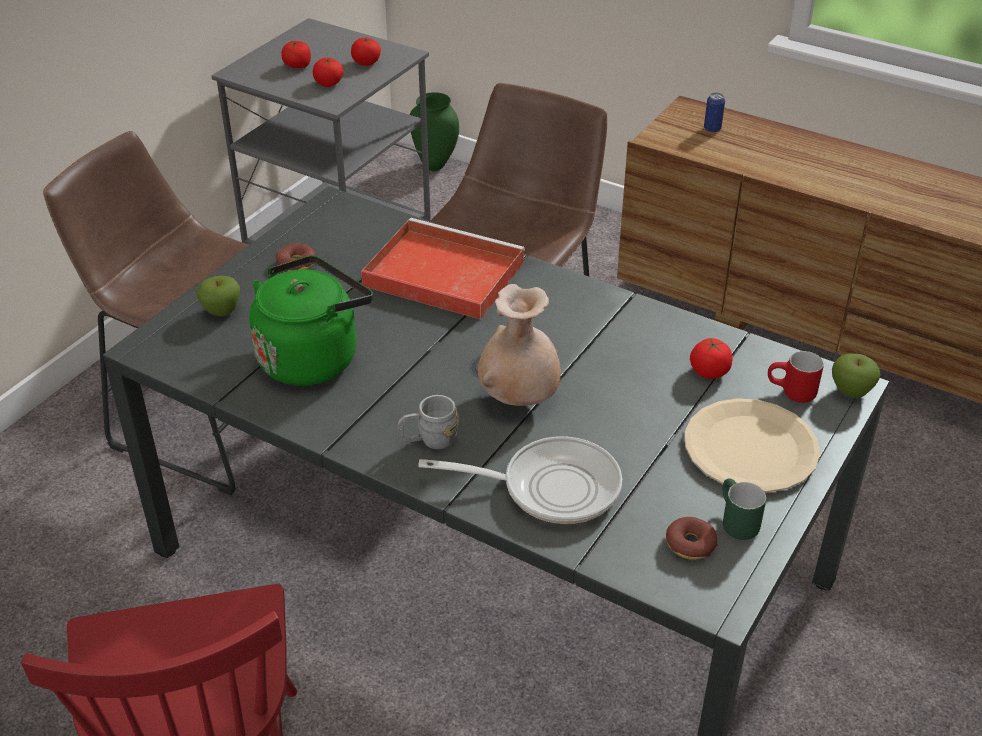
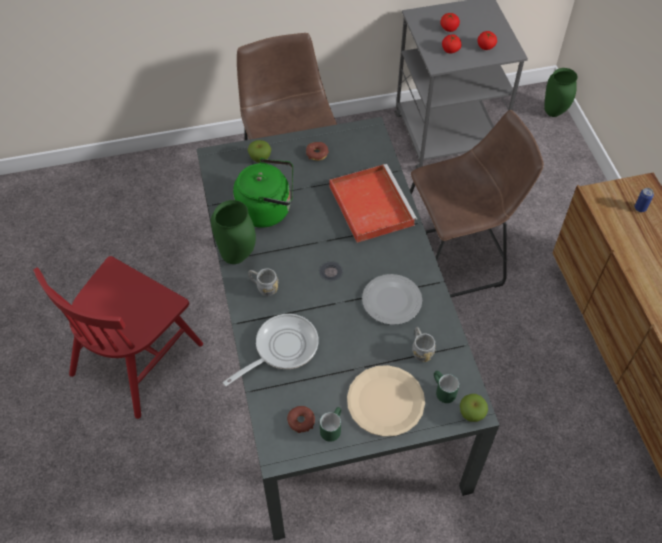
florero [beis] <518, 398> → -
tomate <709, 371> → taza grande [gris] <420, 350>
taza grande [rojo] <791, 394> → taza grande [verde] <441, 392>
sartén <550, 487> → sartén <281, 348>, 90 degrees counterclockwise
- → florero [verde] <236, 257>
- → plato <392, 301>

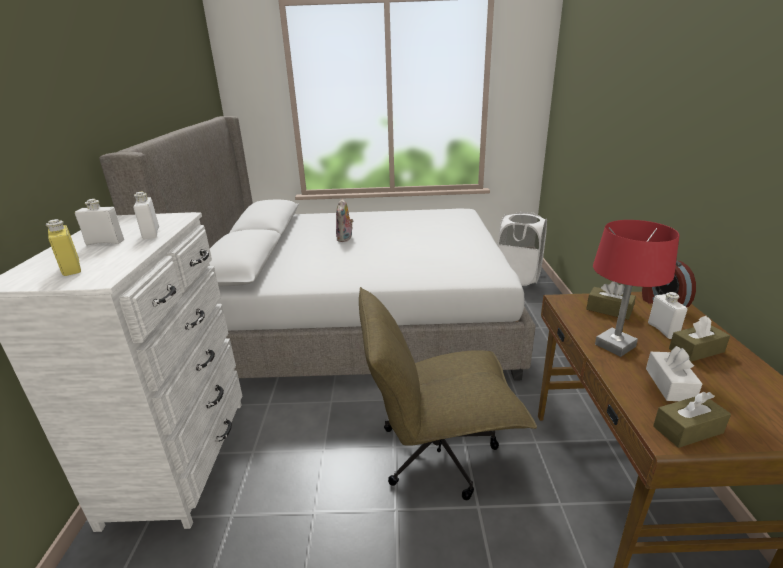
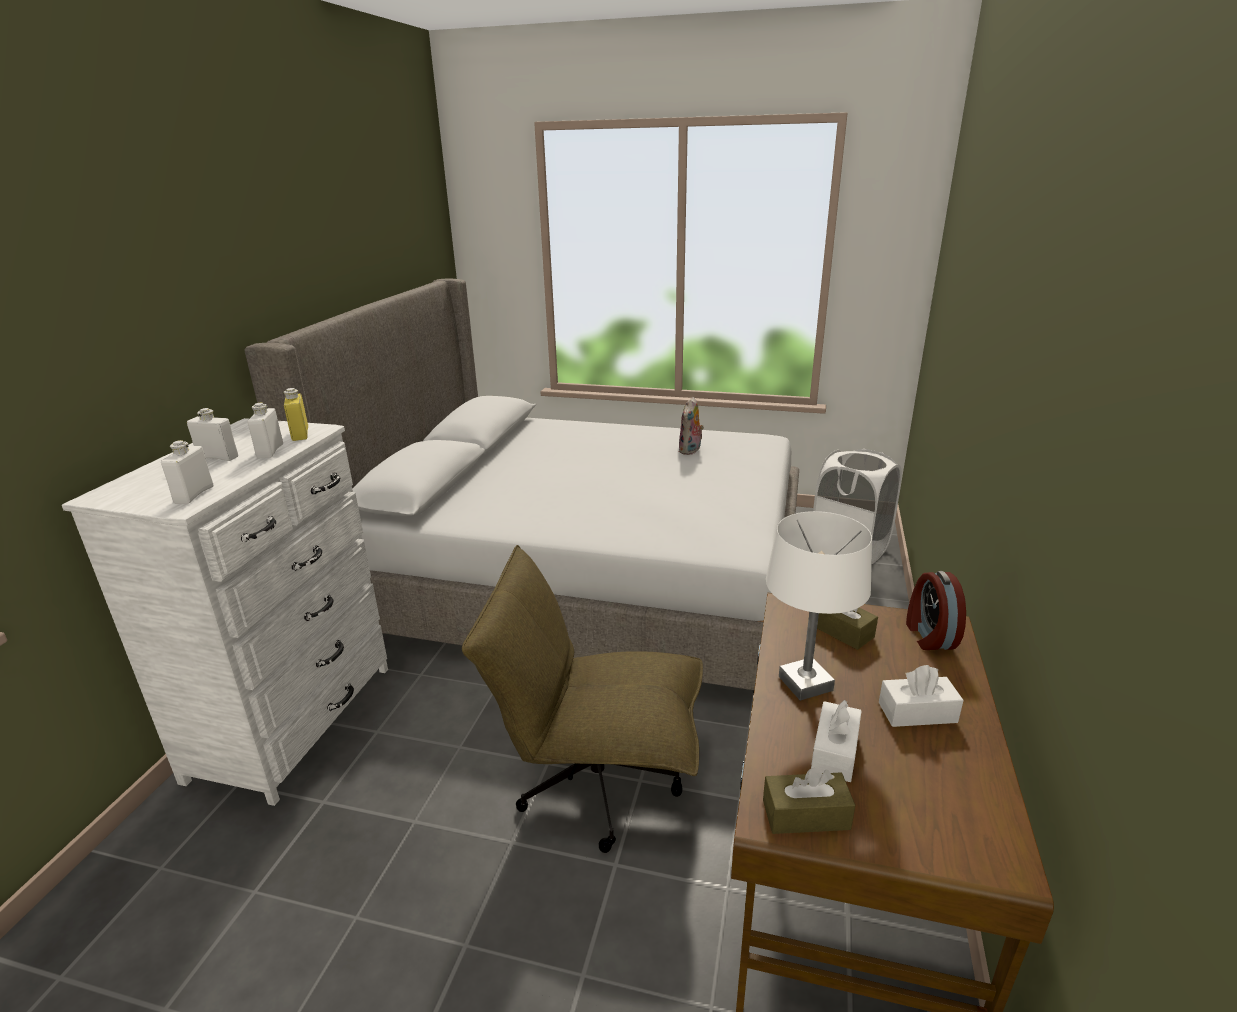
peluche <345, 239> → peluche <690, 451>, shifted
botella [amarillo] <71, 268> → botella [amarillo] <300, 434>, shifted
lámpara de mesa [rojo] <615, 345> → lámpara de mesa [blanco] <806, 683>
botella [blanco] <662, 330> → botella [blanco] <194, 495>, shifted
caja de pañuelos [marrón] <696, 350> → caja de pañuelos [blanco] <917, 712>

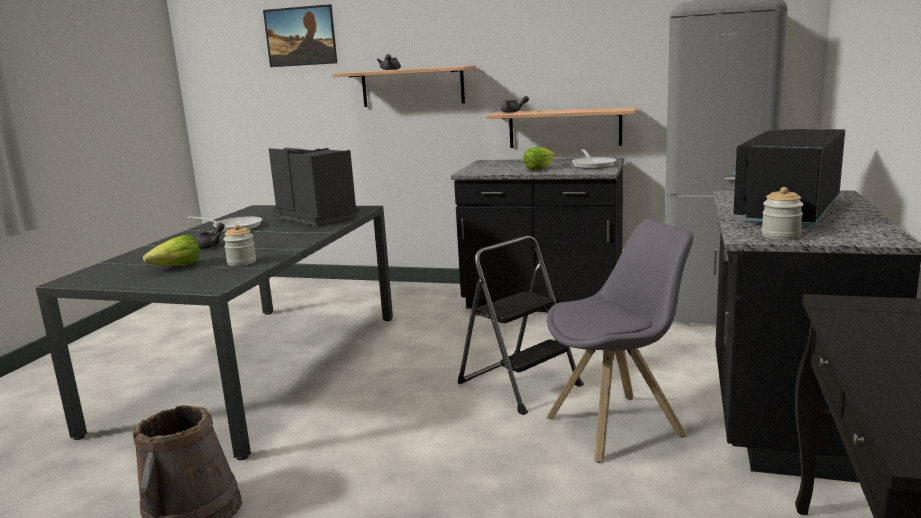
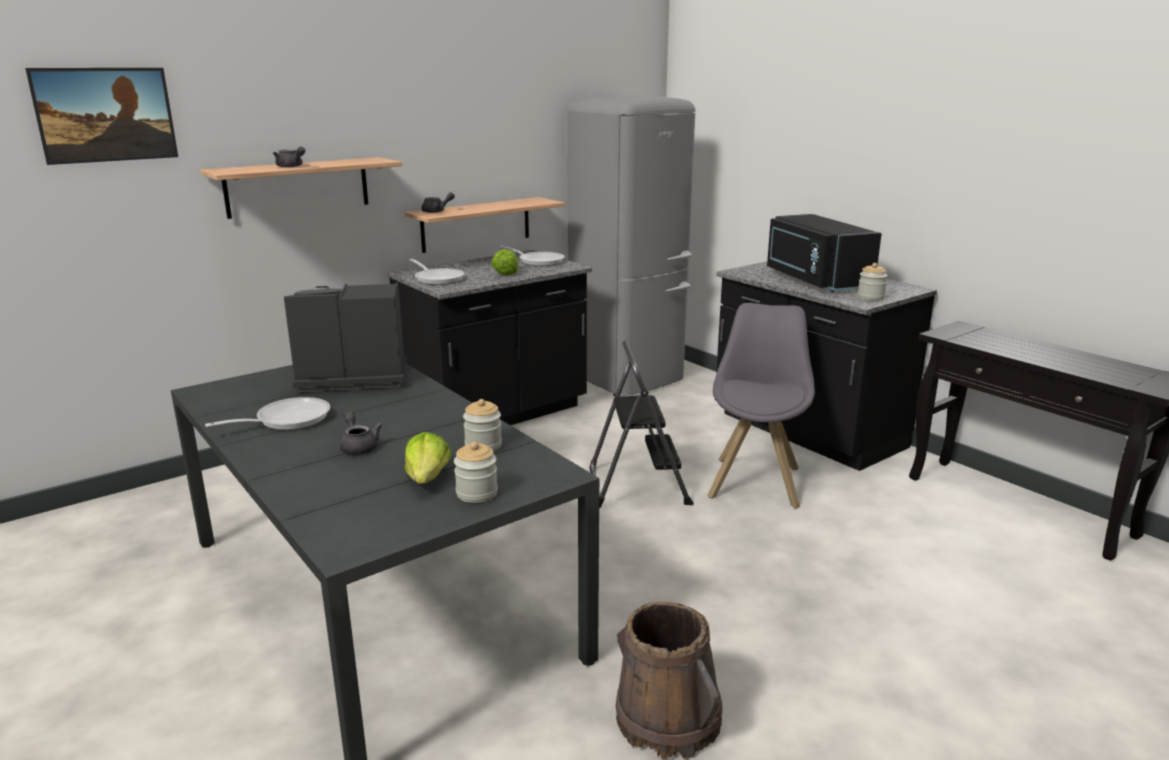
- → sartén <437, 279>
- → tarro <476, 493>

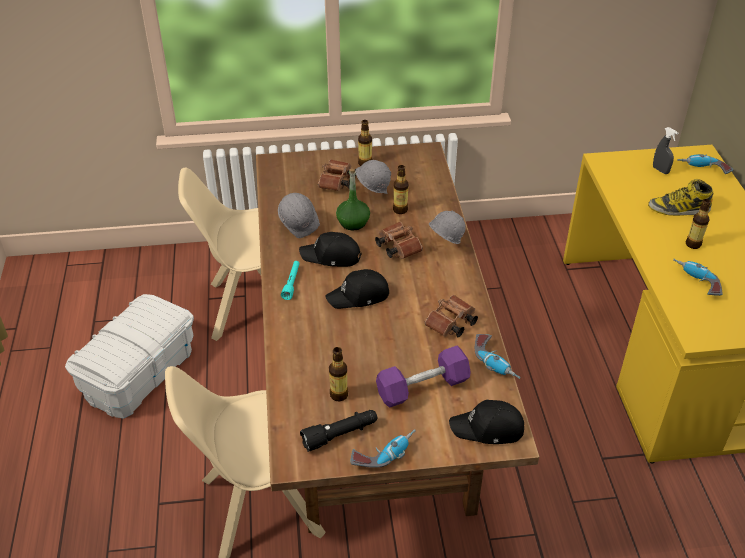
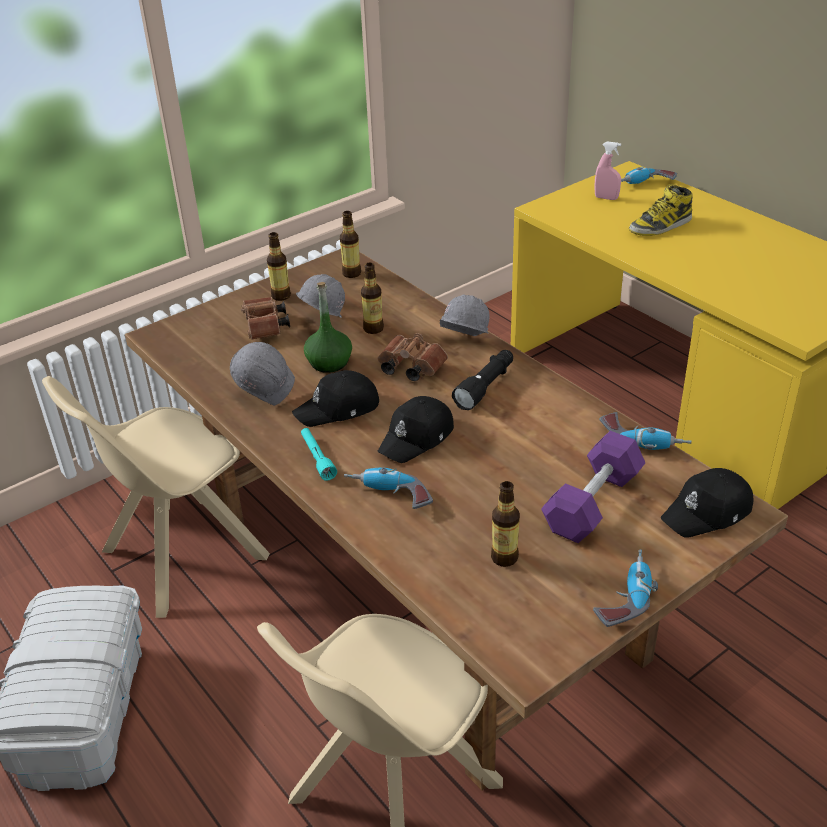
pulverizador [gris] <660, 170> → pulverizador [rosa] <606, 198>
botella <693, 244> → botella <351, 273>, shifted
taladro <695, 282> → taladro <388, 496>, shifted
prismáticos [marrón] <450, 325> → -
linterna [negro] <340, 434> → linterna [negro] <486, 386>, shifted

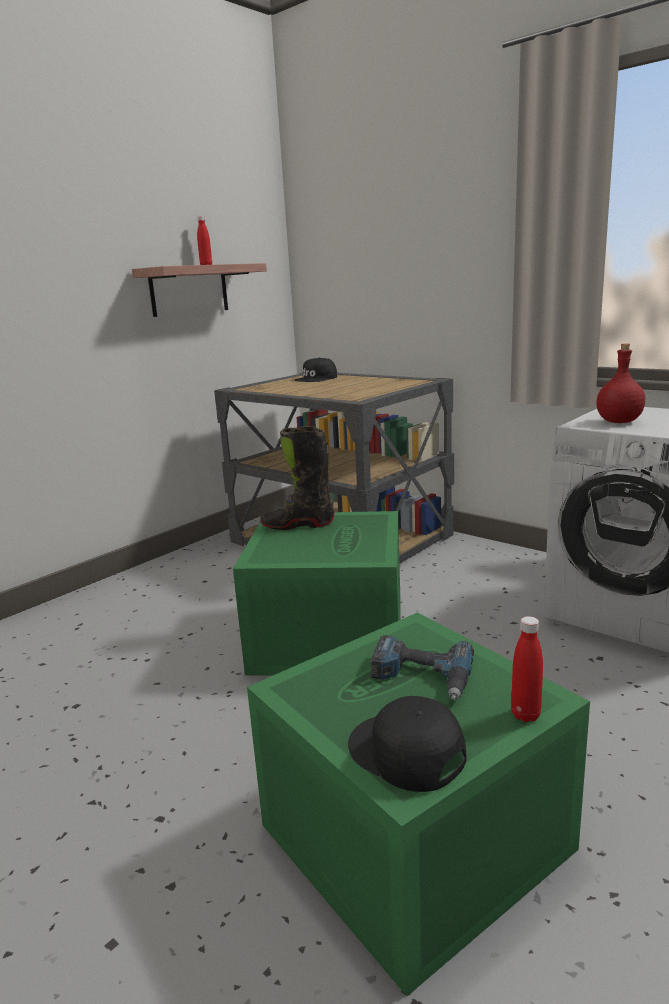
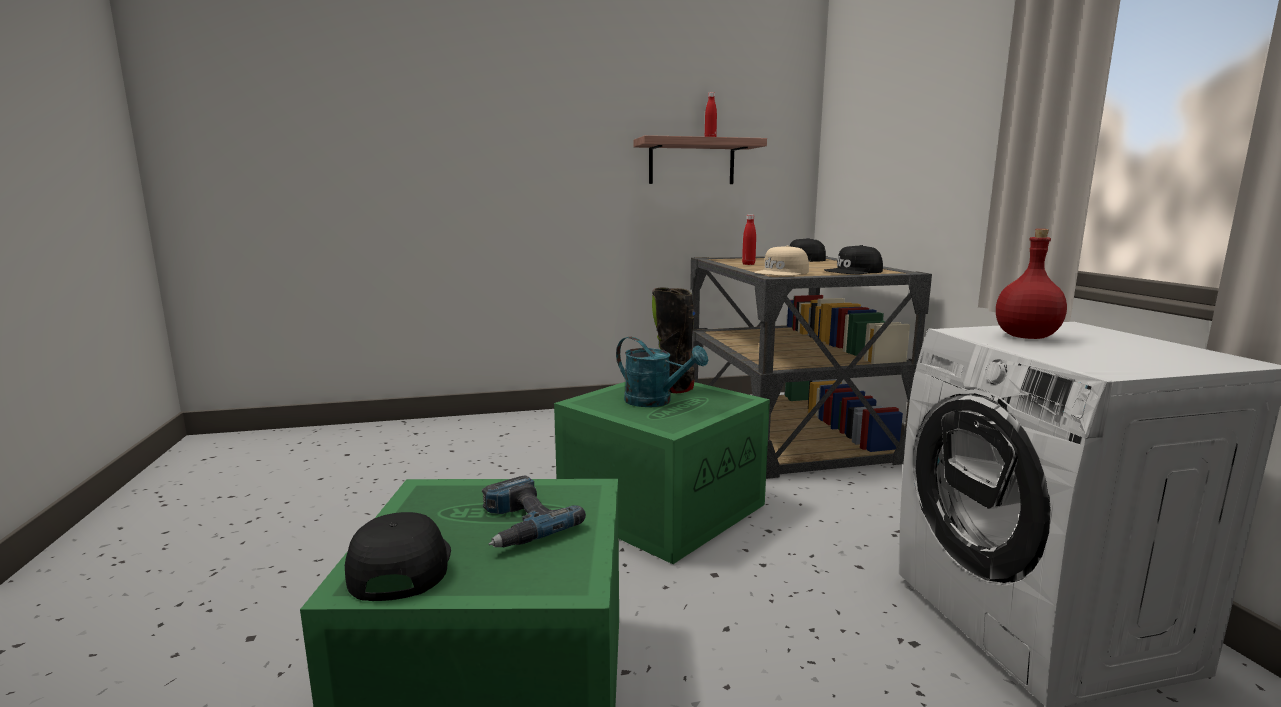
botella [rojo] <525, 715> → botella [rojo] <748, 264>, shifted
- → gorra [negro] <854, 271>
- → gorra [beis] <782, 273>
- → regadera [turquesa] <655, 402>

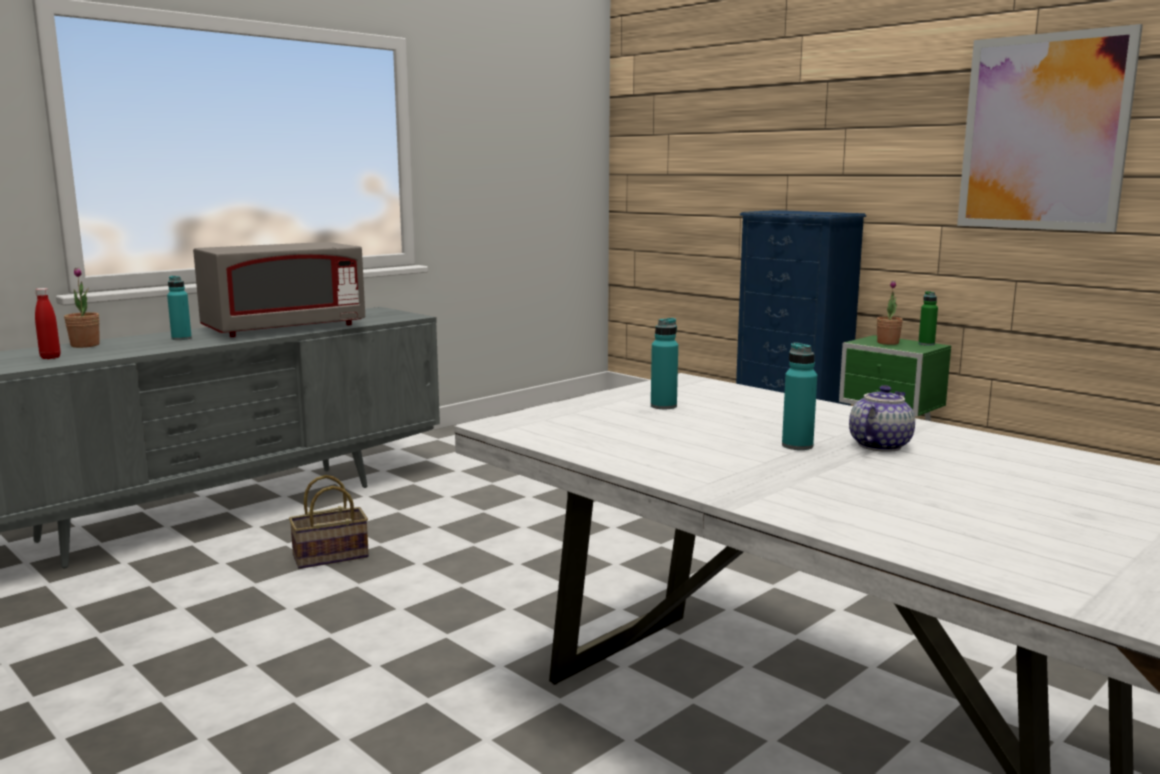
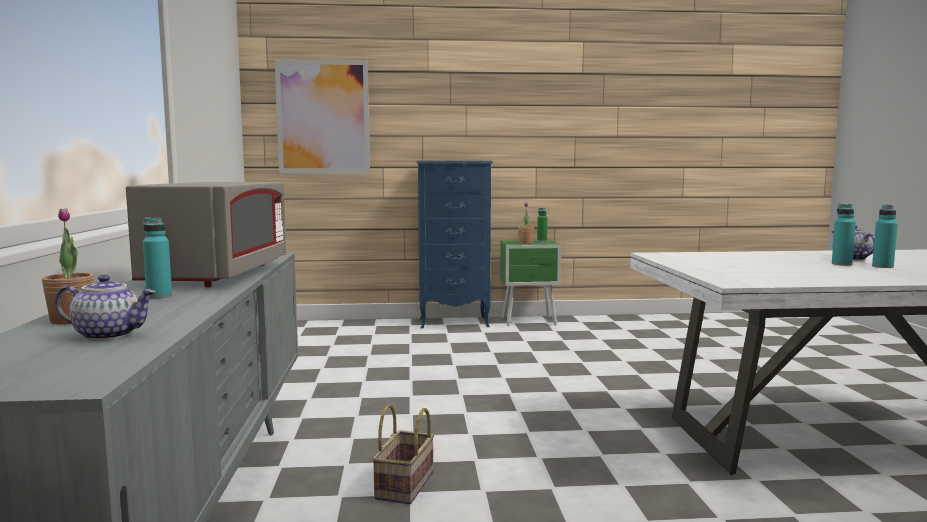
cuadro <1043, 133> → cuadro <323, 117>, shifted
botella [rojo] <50, 357> → tetera <110, 335>
botella [turquesa] <663, 406> → botella [turquesa] <882, 266>, shifted

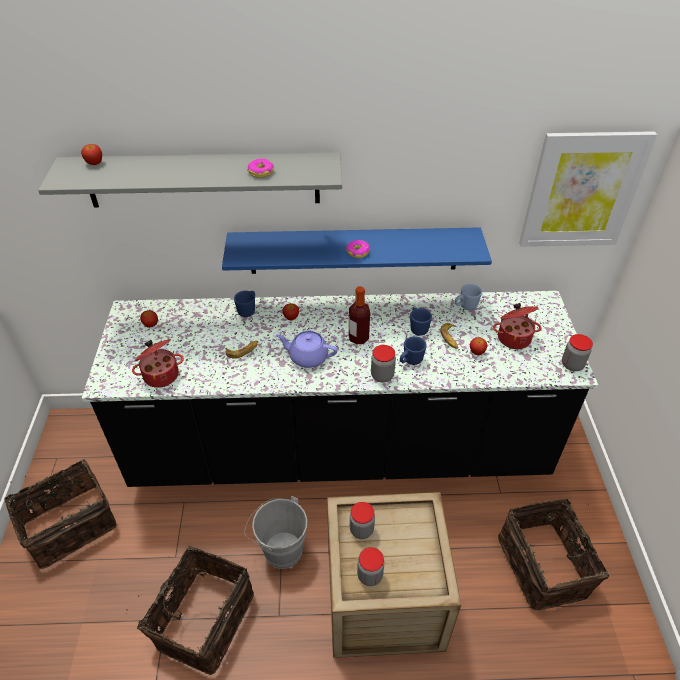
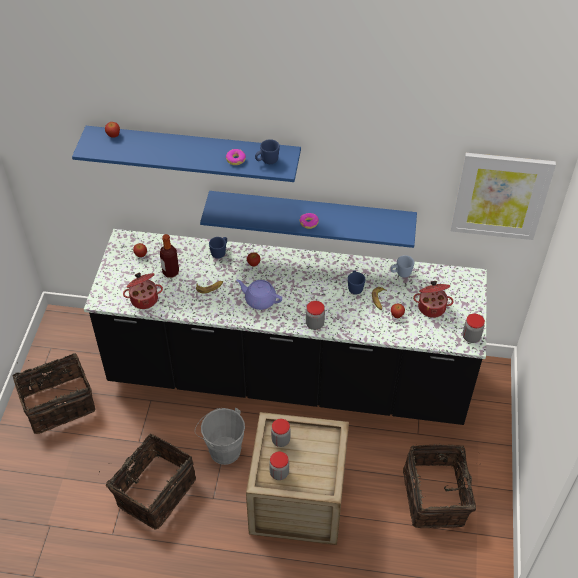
estante [gris] <203, 180> → estante [azul] <193, 152>
botella <358, 338> → botella <171, 272>, shifted
taza grande [azul] <410, 361> → taza grande [azul] <267, 161>, shifted

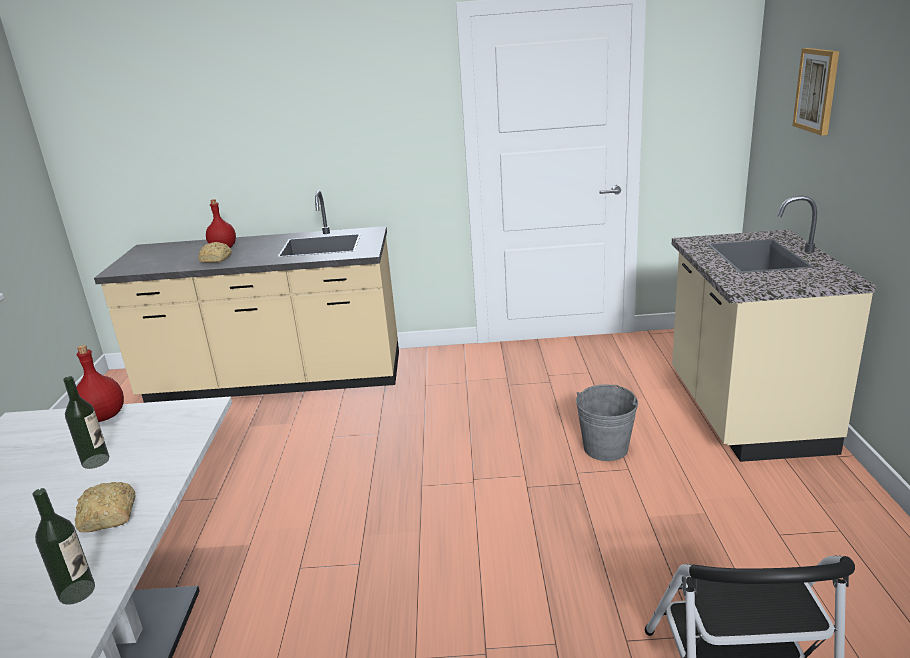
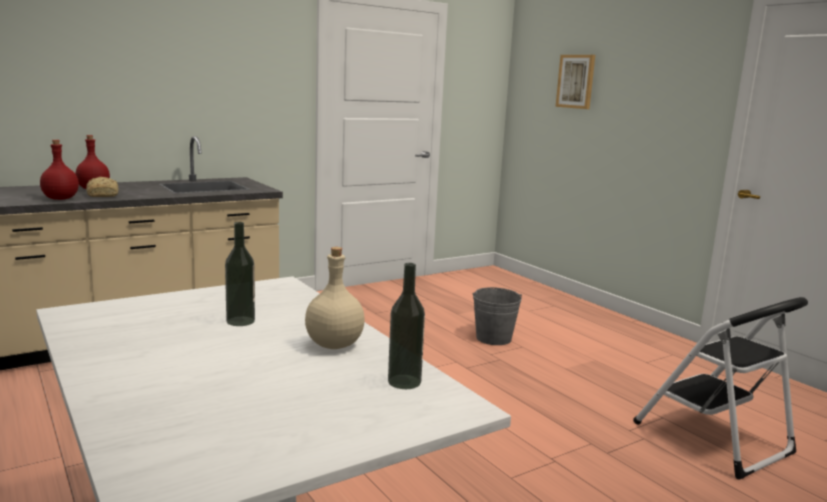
mueble bajo de cocina [beis] <744, 414> → -
botella [rojo] <103, 417> → botella [rojo] <60, 199>, shifted
pan <108, 517> → botella [beis] <334, 345>

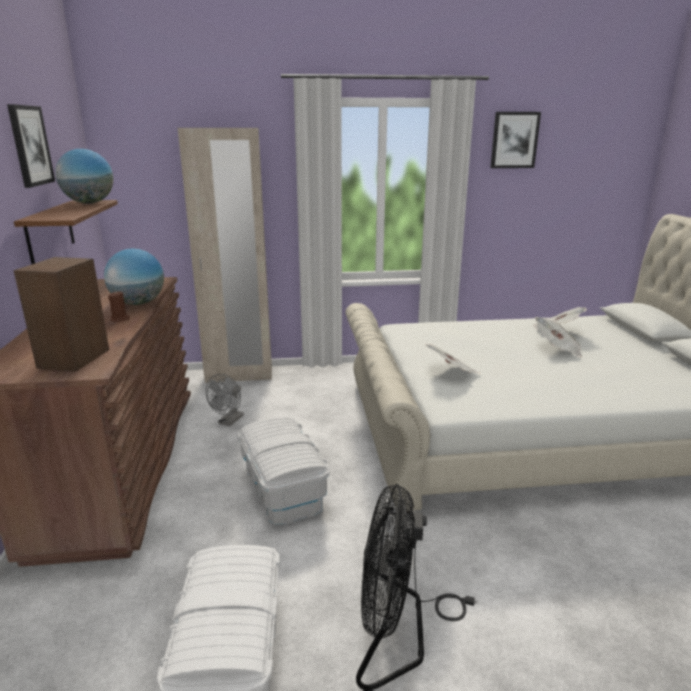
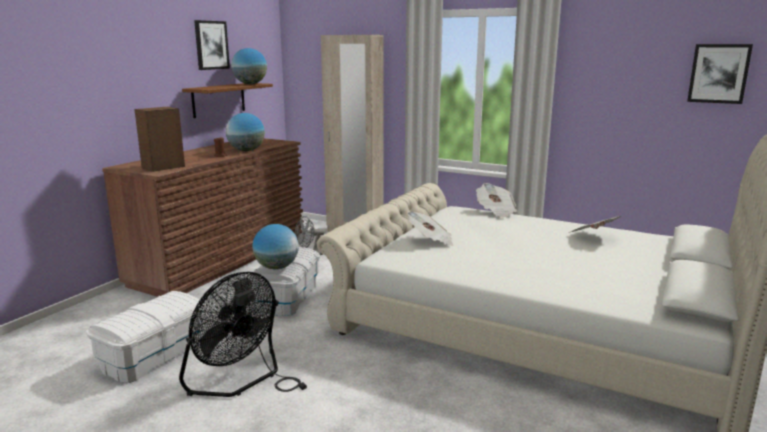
cuadro <514, 140> → cuadro <718, 73>, shifted
periódico <557, 349> → periódico <495, 211>, shifted
- → globo terráqueo <276, 267>

